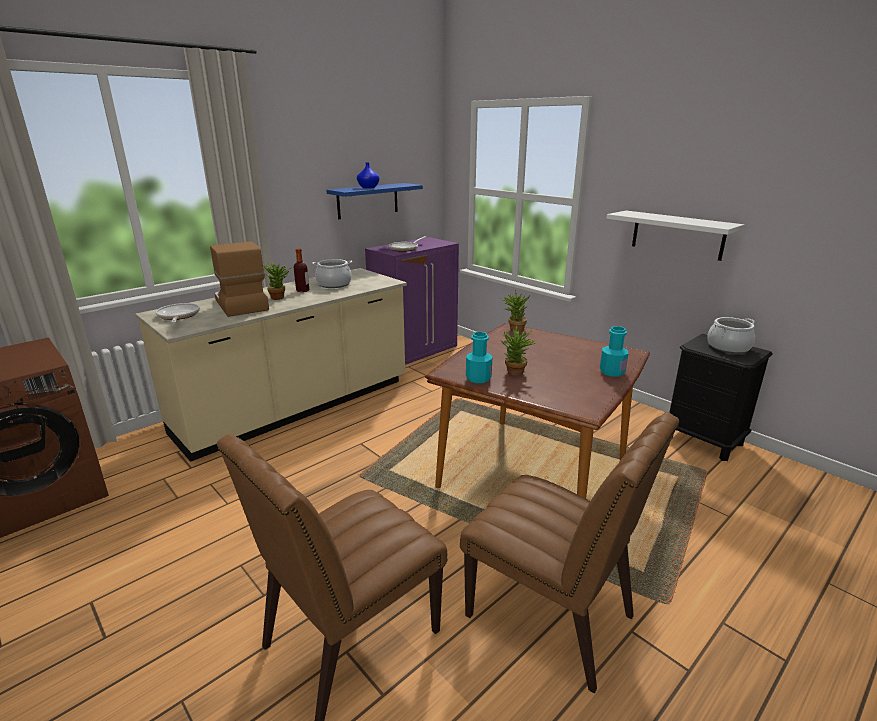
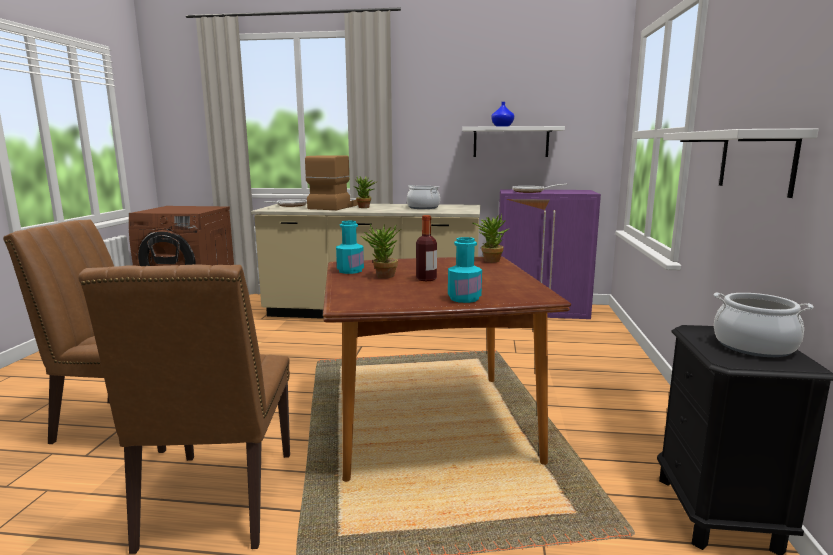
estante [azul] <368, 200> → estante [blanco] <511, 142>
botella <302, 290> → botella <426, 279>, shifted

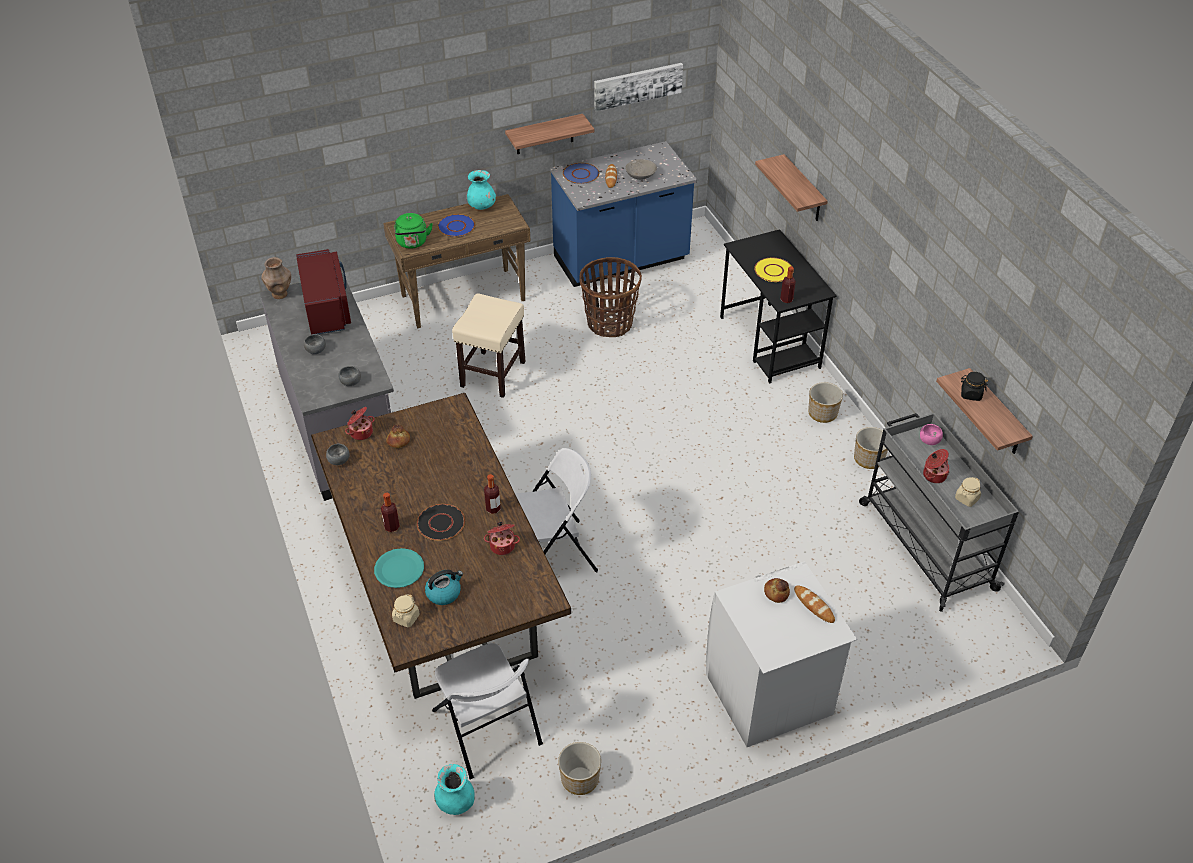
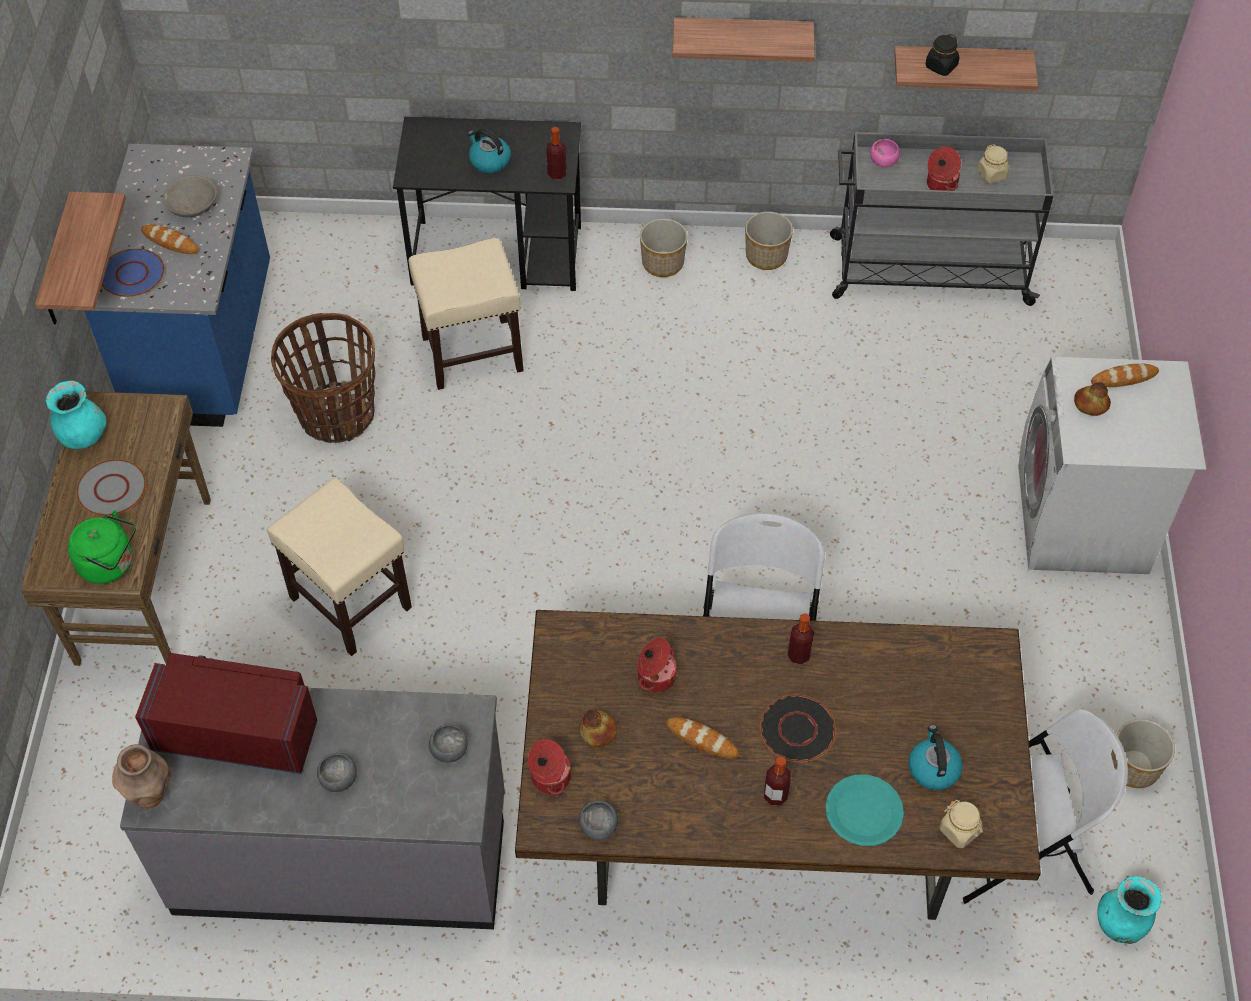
cuadro <637, 85> → -
estante <803, 190> → estante <742, 38>, shifted
plato [azul] <456, 226> → plato [gris] <111, 489>
plato [amarillo] <773, 271> → hervidor <489, 161>
olla <502, 545> → olla <655, 676>, shifted
- → taburete [beis] <471, 354>
- → pan <702, 739>

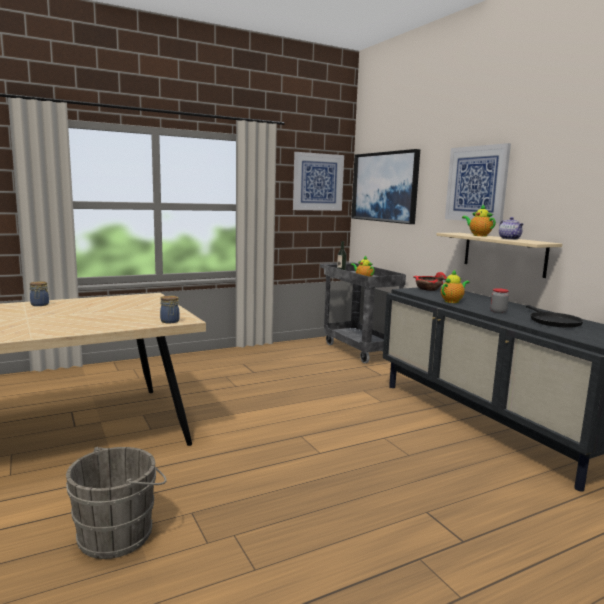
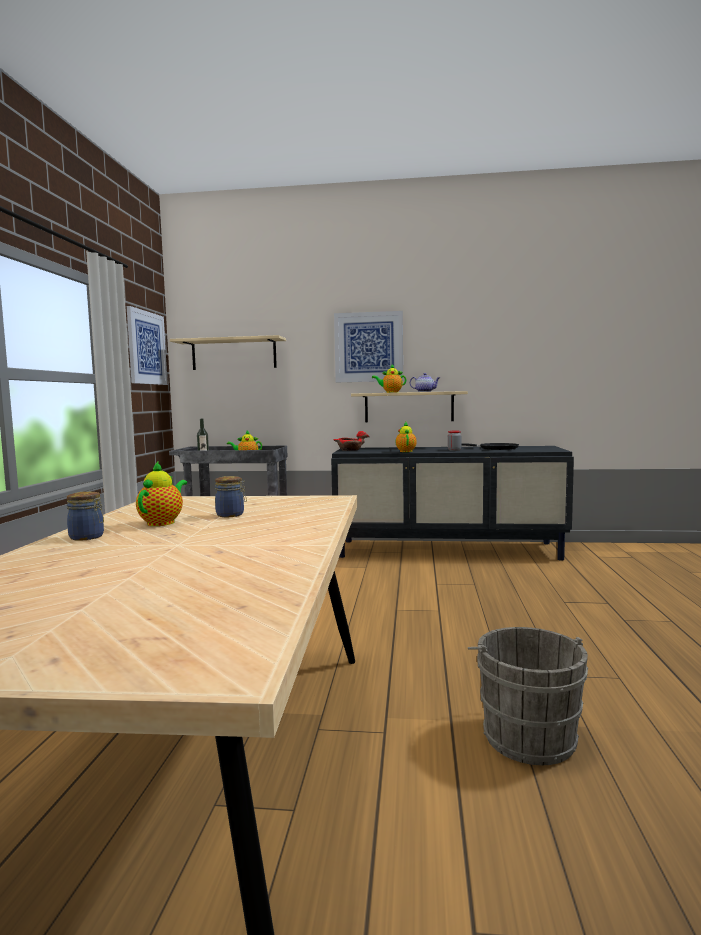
cuadro <385, 187> → estante [beis] <234, 354>
tarro <170, 321> → tarro <231, 515>, shifted
- → tetera <163, 522>

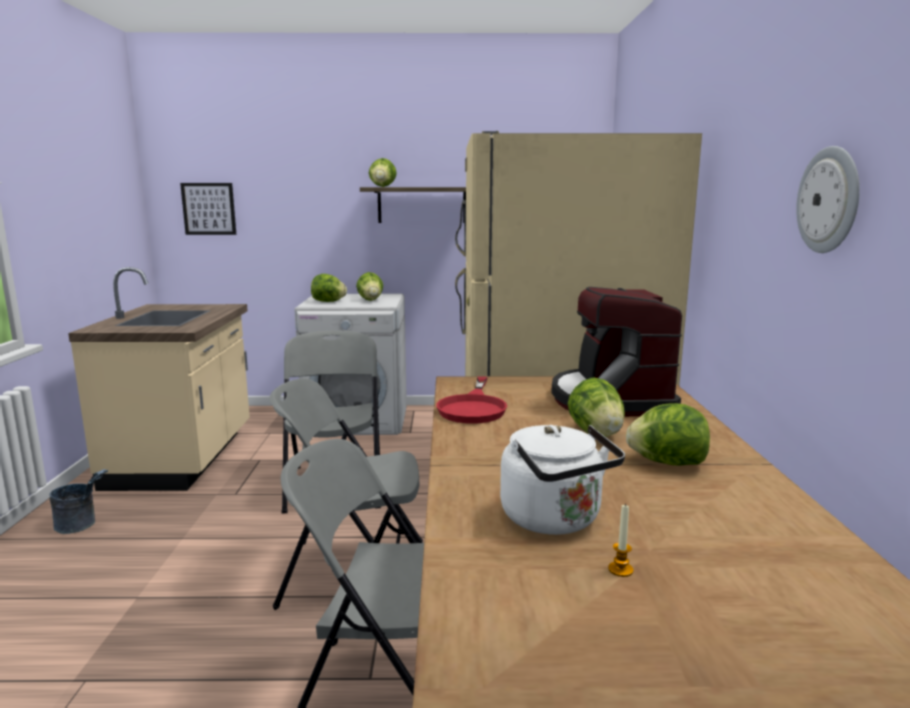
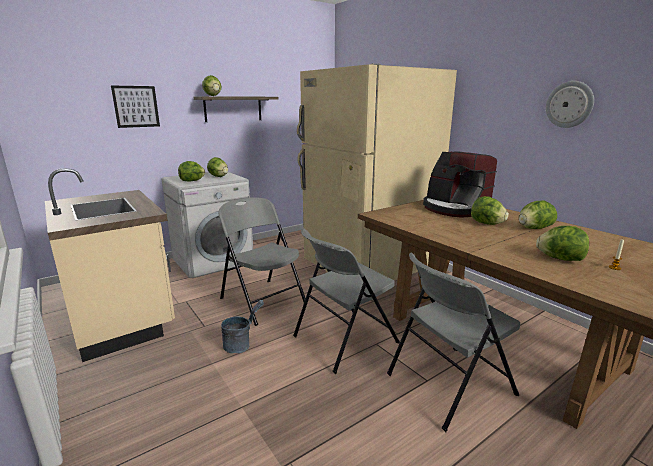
cuadro <209, 209> → cuadro <136, 106>, shifted
sartén [rojo] <473, 407> → -
hervidor [blanco] <555, 520> → lechuga <560, 259>
cubo [gris] <81, 525> → cubo [gris] <241, 345>, shifted

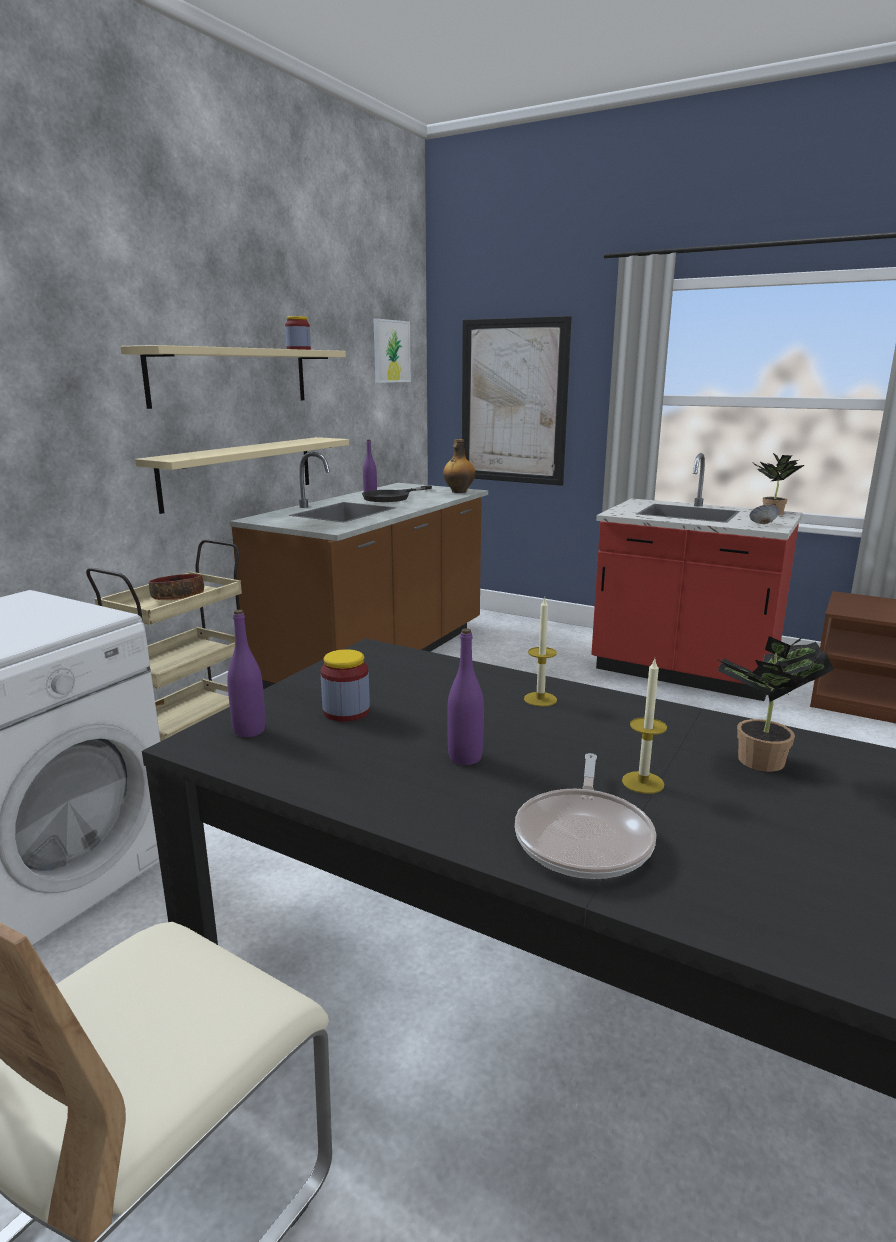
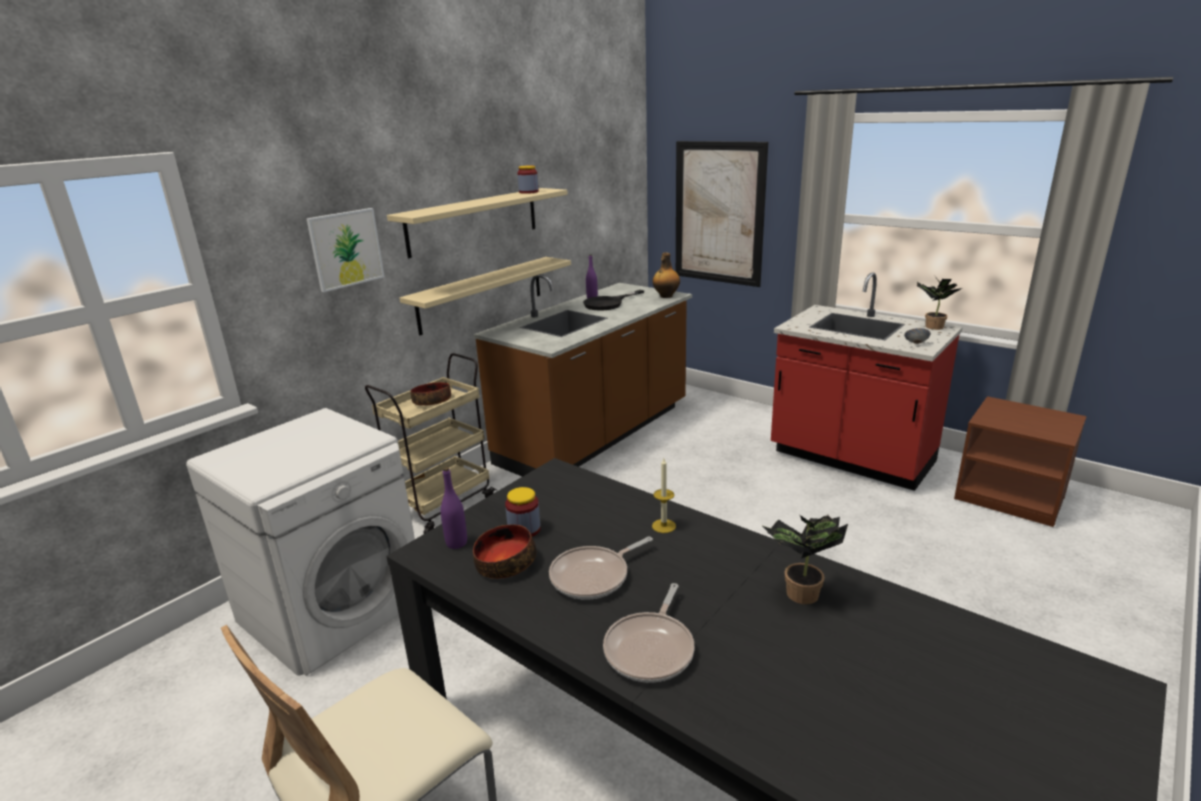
cuadro <391, 351> → cuadro <346, 249>, shifted
botella [morado] <465, 757> → sartén <593, 576>
vela <643, 782> → -
- → cuenco <505, 563>

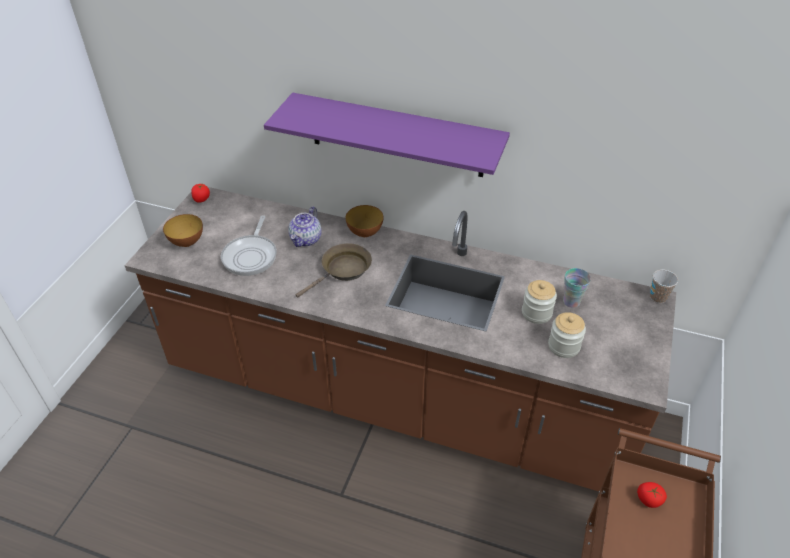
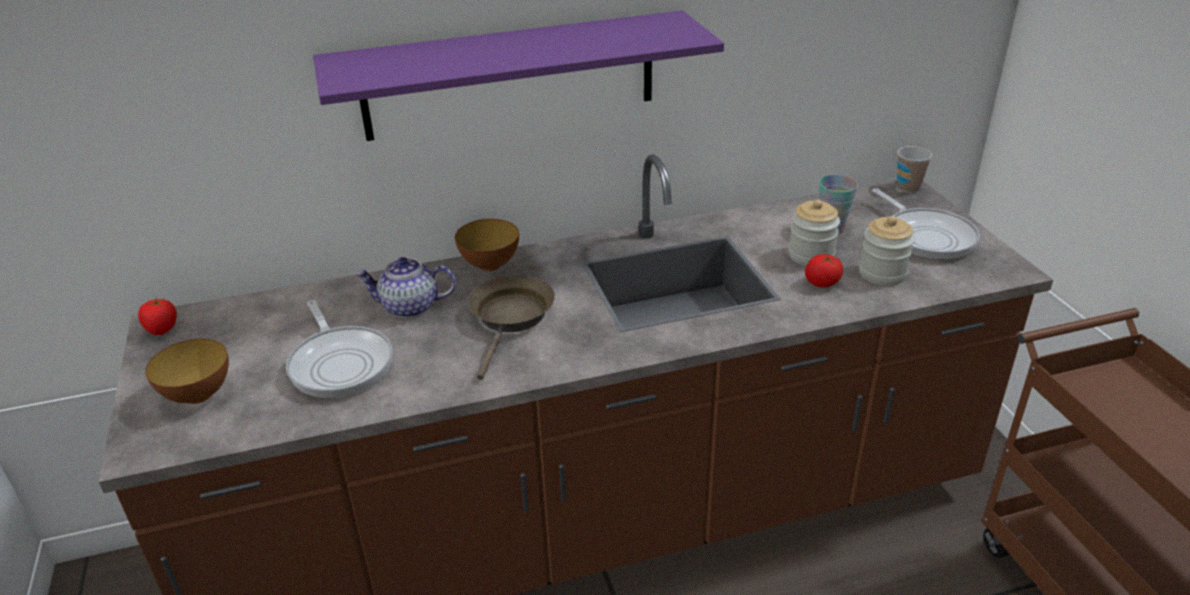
tetera <306, 239> → tetera <409, 307>, 105 degrees clockwise
tomate <648, 500> → tomate <822, 283>, shifted
- → sartén <926, 236>

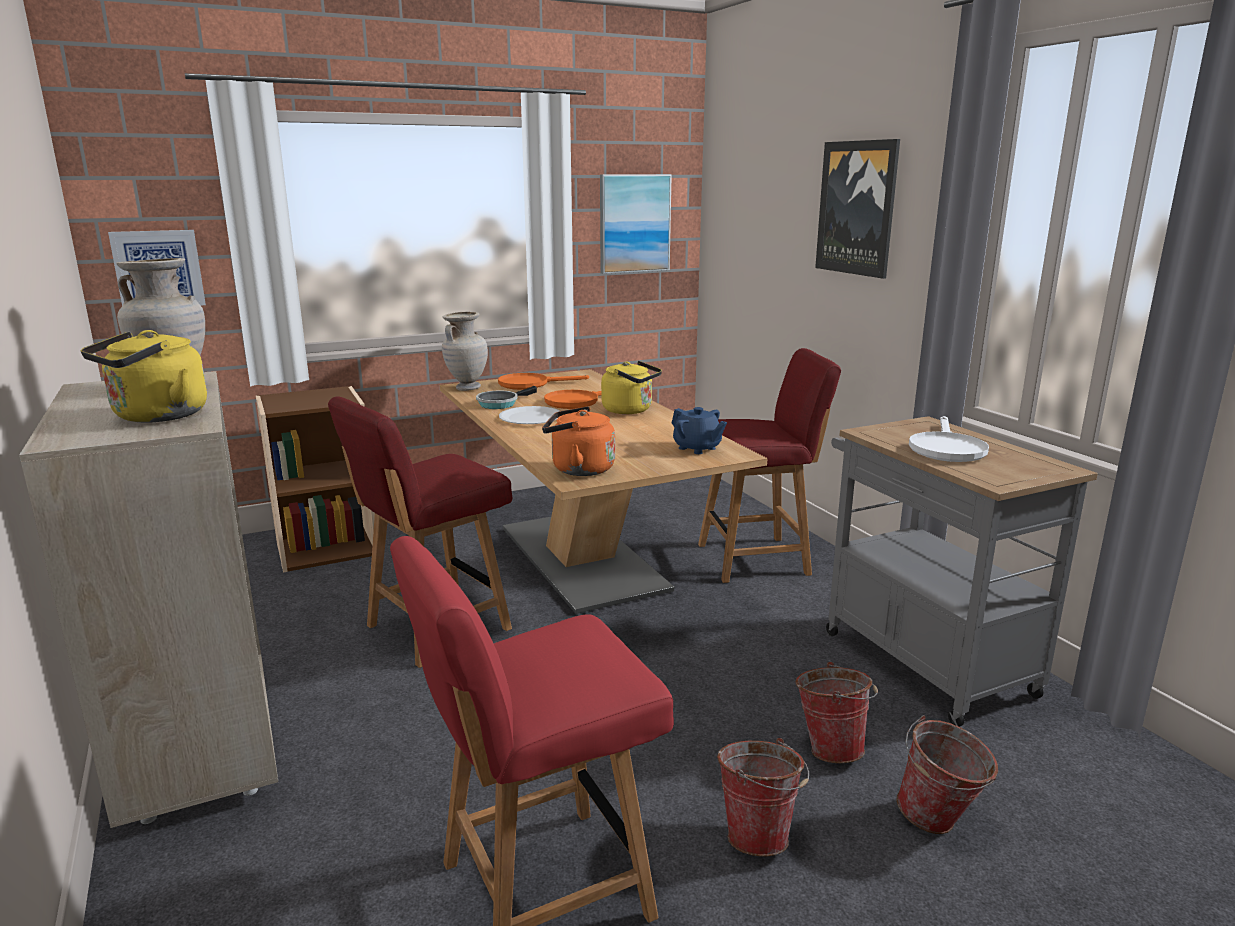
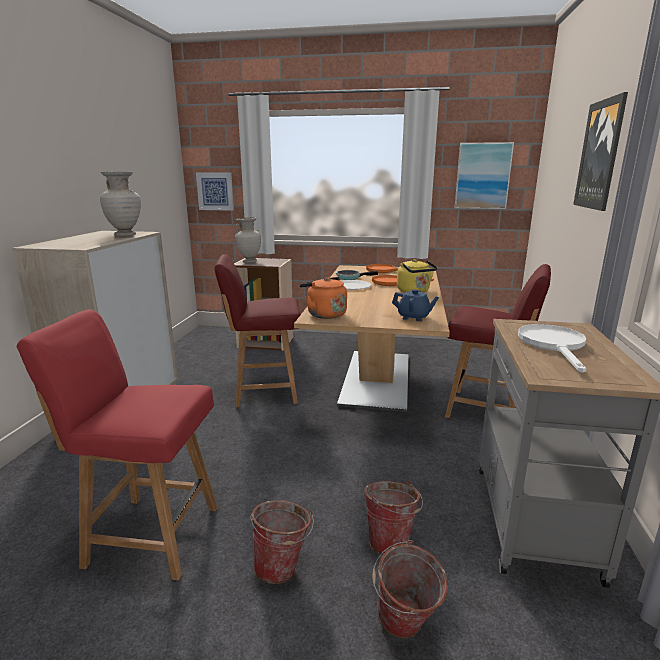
florero [beis] <467, 388> → florero [beis] <249, 261>, shifted
hervidor [amarillo] <156, 417> → -
tetera [azul] <697, 448> → tetera [azul] <413, 317>, 60 degrees counterclockwise
sartén [blanco] <946, 448> → sartén [blanco] <553, 345>, 135 degrees clockwise

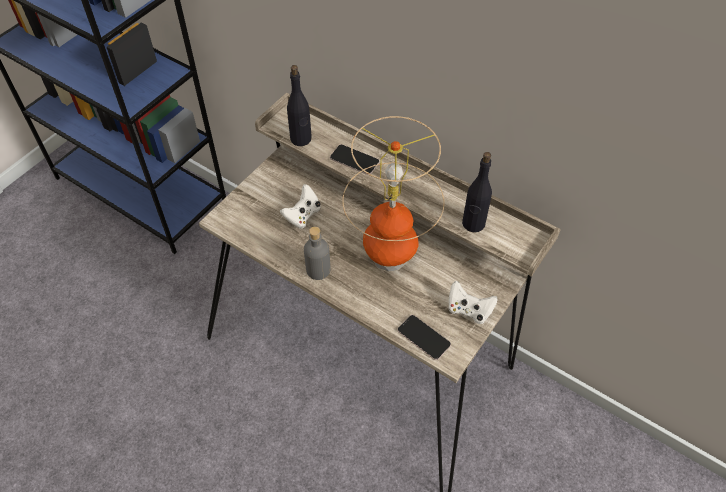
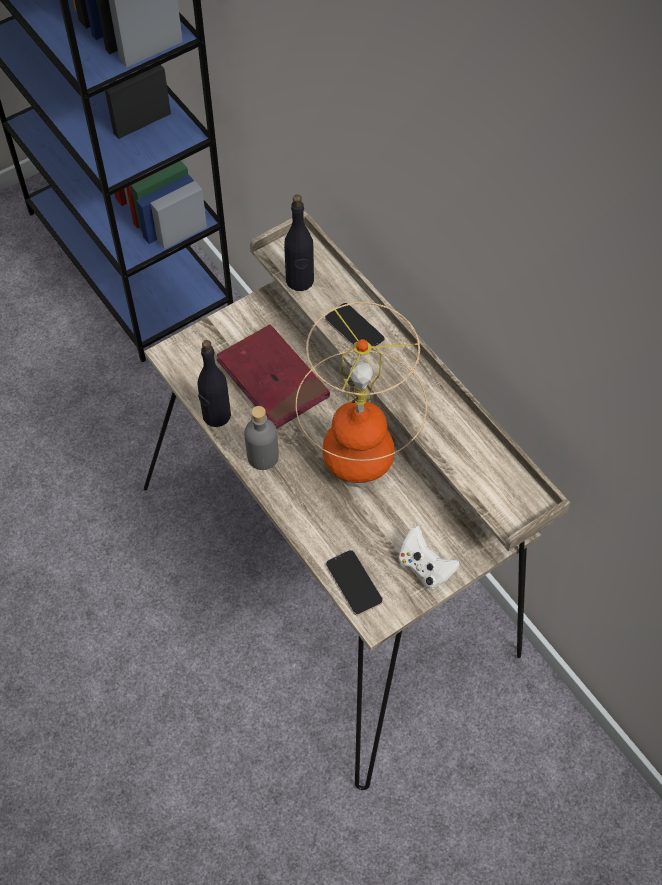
botella [negro] <473, 224> → botella [negro] <216, 415>, shifted
mando de consola [blanco] <302, 215> → libro [rojo] <273, 379>

